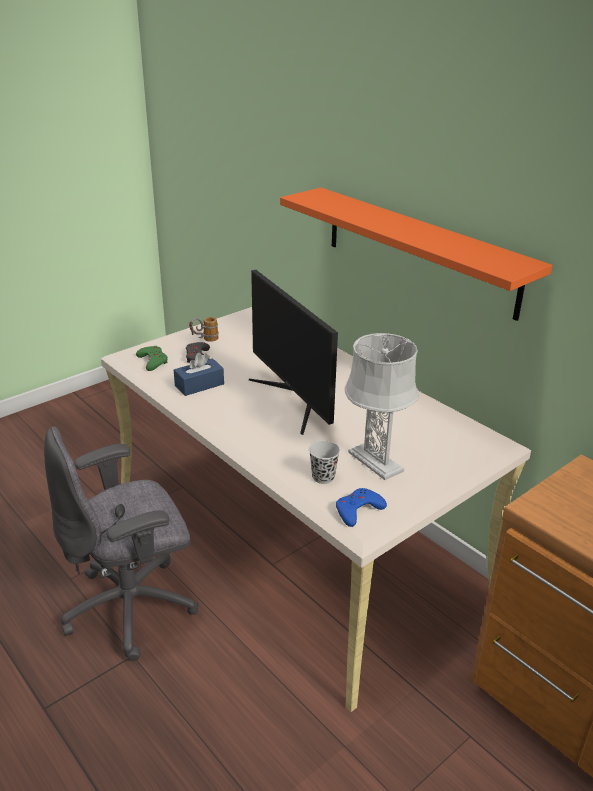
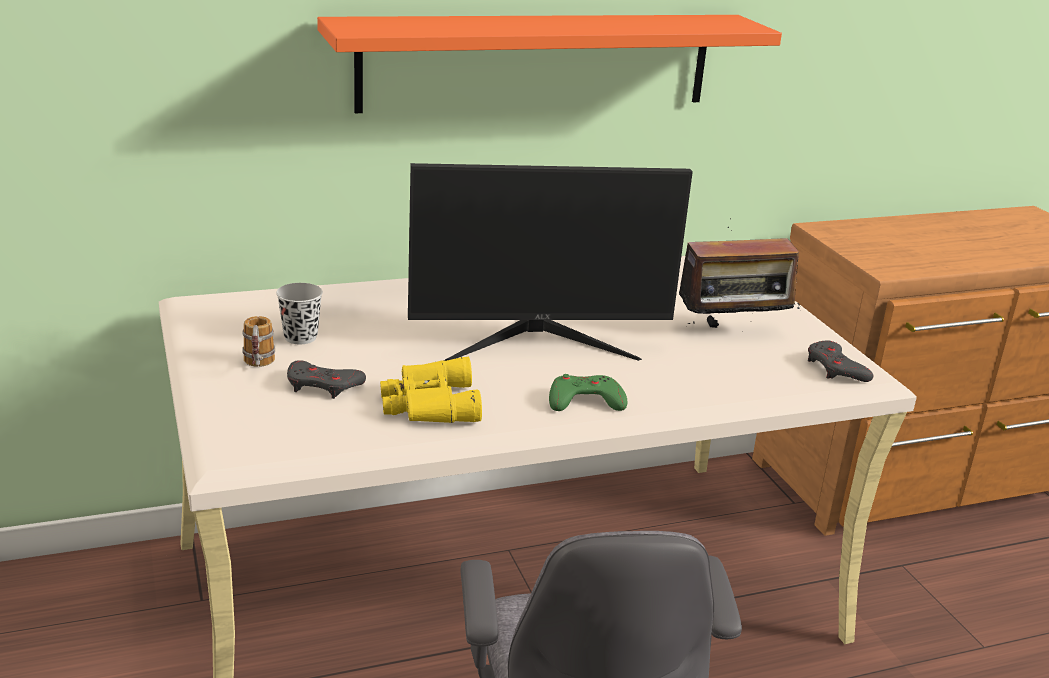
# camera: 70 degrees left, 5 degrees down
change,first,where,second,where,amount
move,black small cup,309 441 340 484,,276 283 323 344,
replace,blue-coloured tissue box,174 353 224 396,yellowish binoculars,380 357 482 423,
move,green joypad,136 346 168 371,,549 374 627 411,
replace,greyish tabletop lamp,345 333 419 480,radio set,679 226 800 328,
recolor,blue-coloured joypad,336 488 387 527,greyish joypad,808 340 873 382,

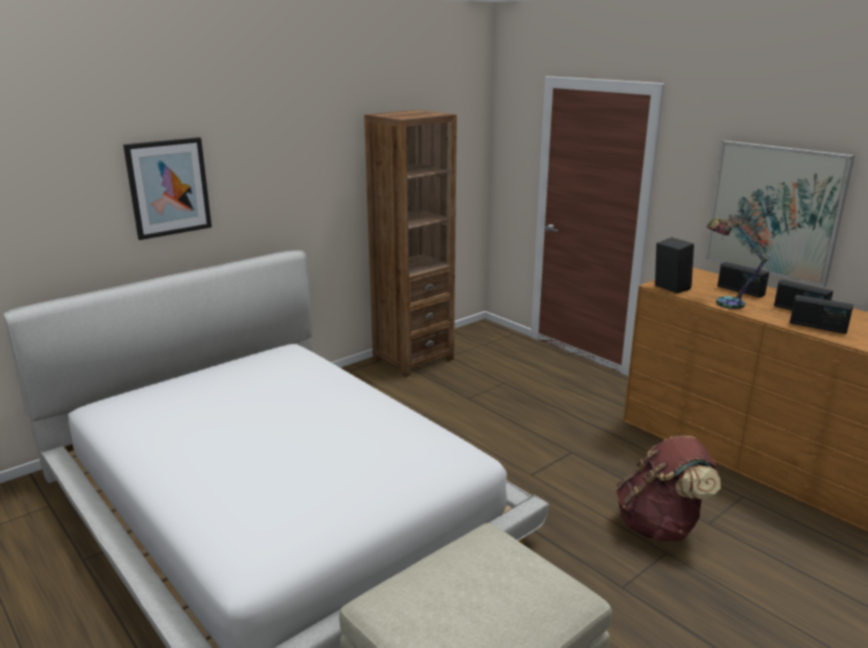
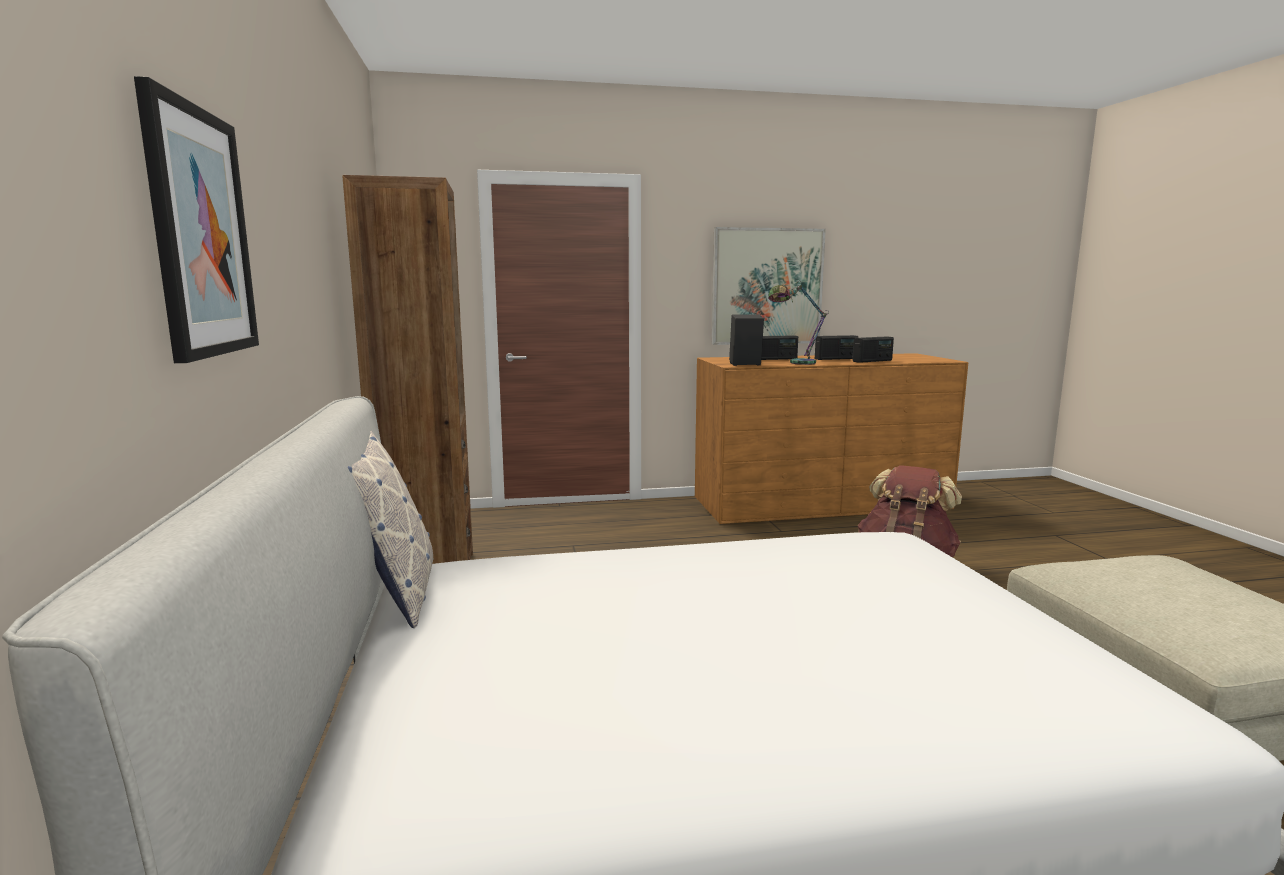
# camera: 60 degrees left, 10 degrees down
change,first,where,second,where,amount
insert,,,cushion,348 431 434 628,

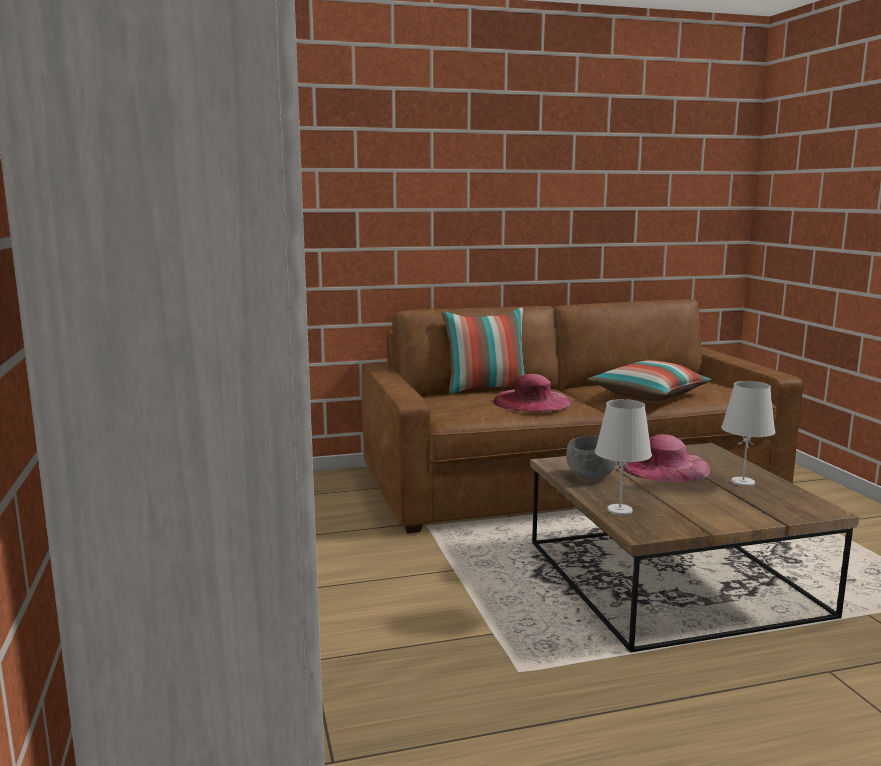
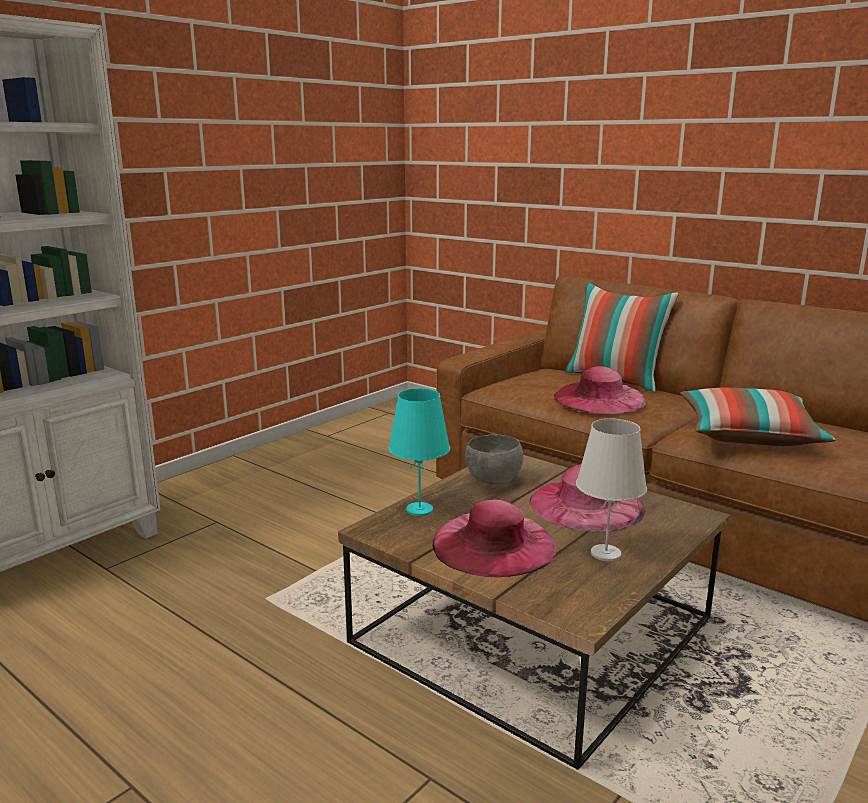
# camera: 55 degrees right, 5 degrees up
change,first,where,second,where,amount
recolor,whitish tabletop lamp,595 399 652 515,turquoise tabletop lamp,388 388 450 516,
insert,,,pinkish clothing hat,432 499 556 577,

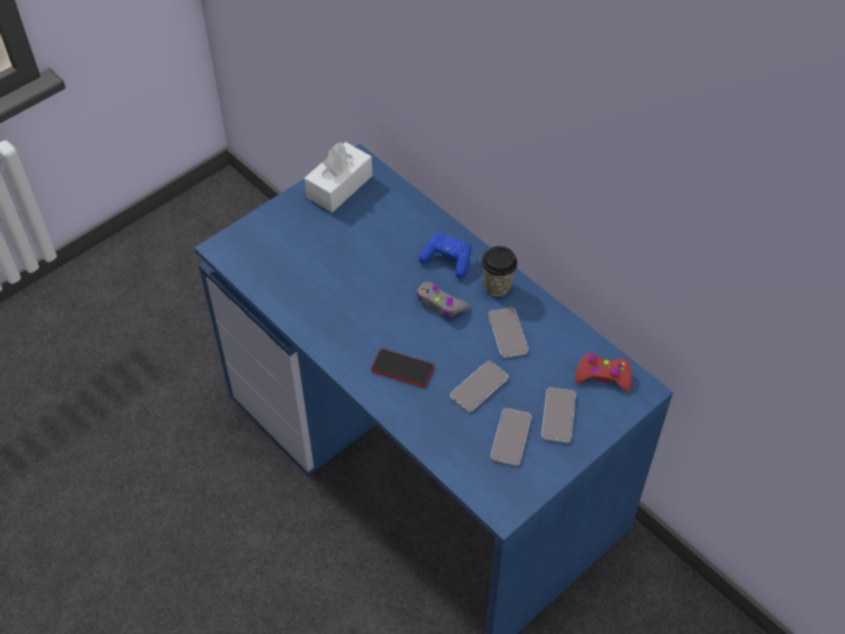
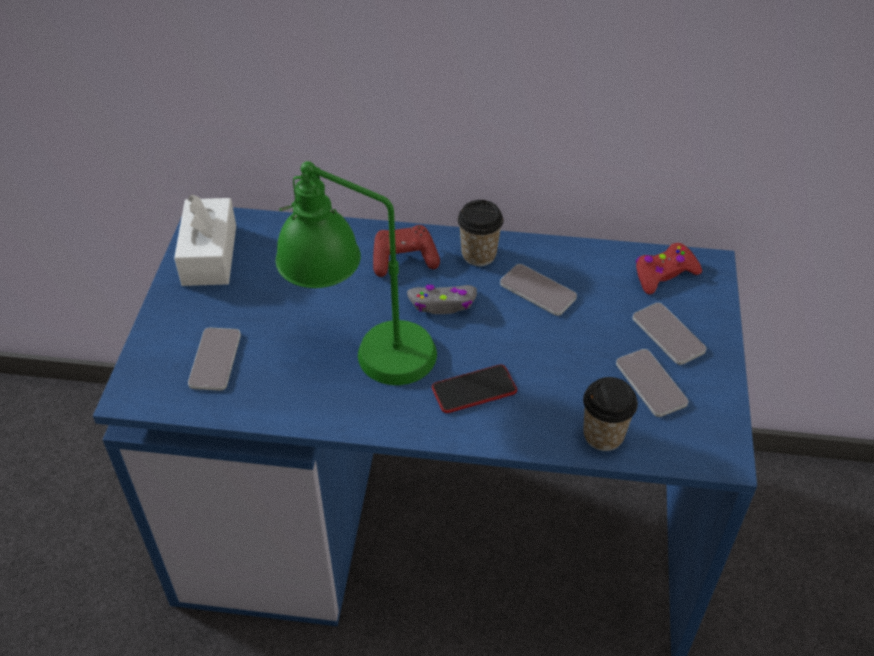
# camera: 40 degrees left, 5 degrees down
change,first,where,second,where,amount
move,telephone,450 361 508 412,,188 328 241 391,
insert,,,green tabletop lamp,276 161 437 385,
recolor,blue-coloured joypad,419 232 472 279,red-coloured joypad,373 225 440 277,
insert,,,small cup,583 377 638 451,

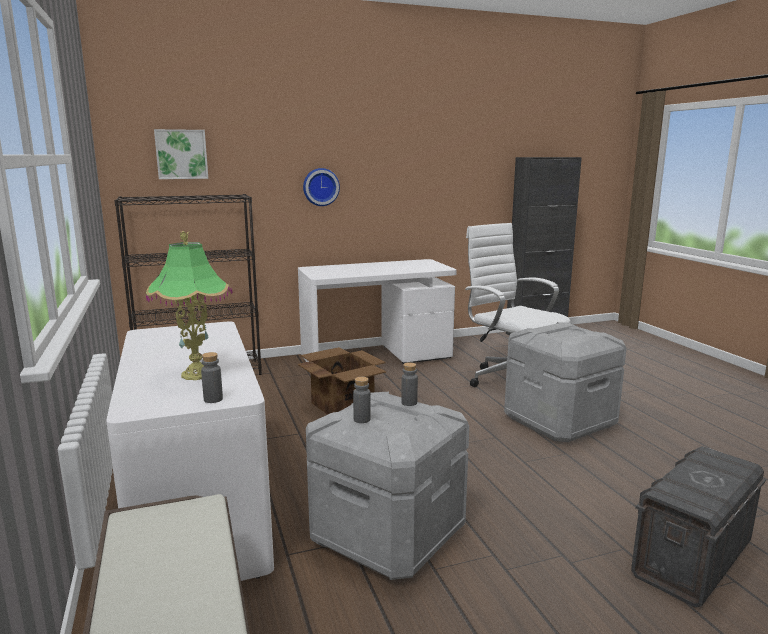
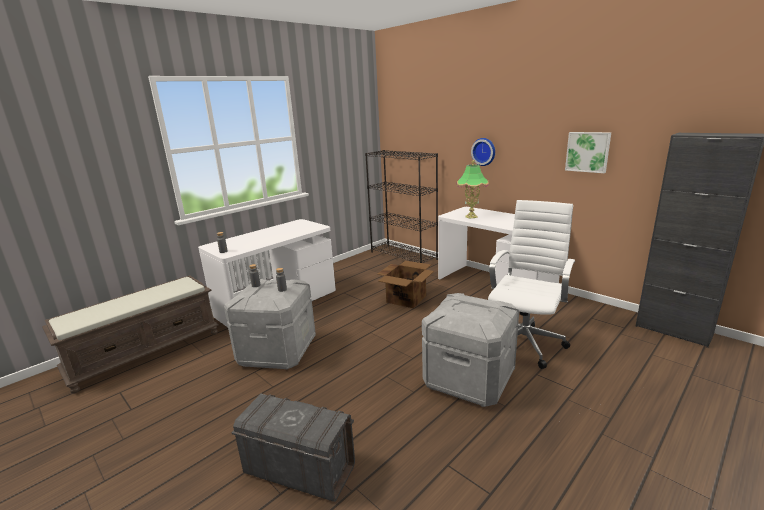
# camera: 65 degrees right, 5 degrees up
change,first,where,second,where,amount
move,tabletop lamp,146 231 233 380,,456 160 489 219,
move,wall picture,154 129 208 179,,565 132 611 173,

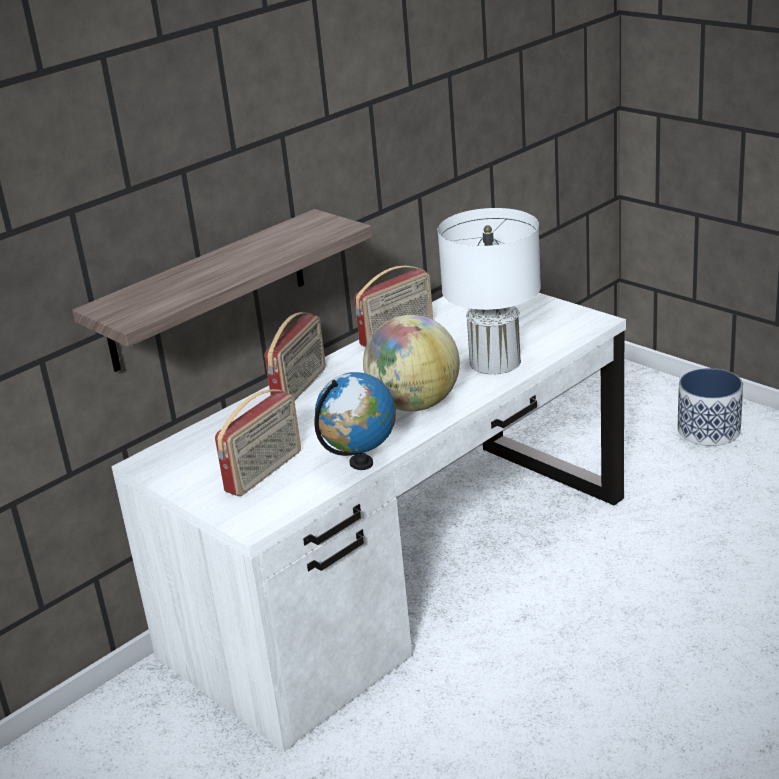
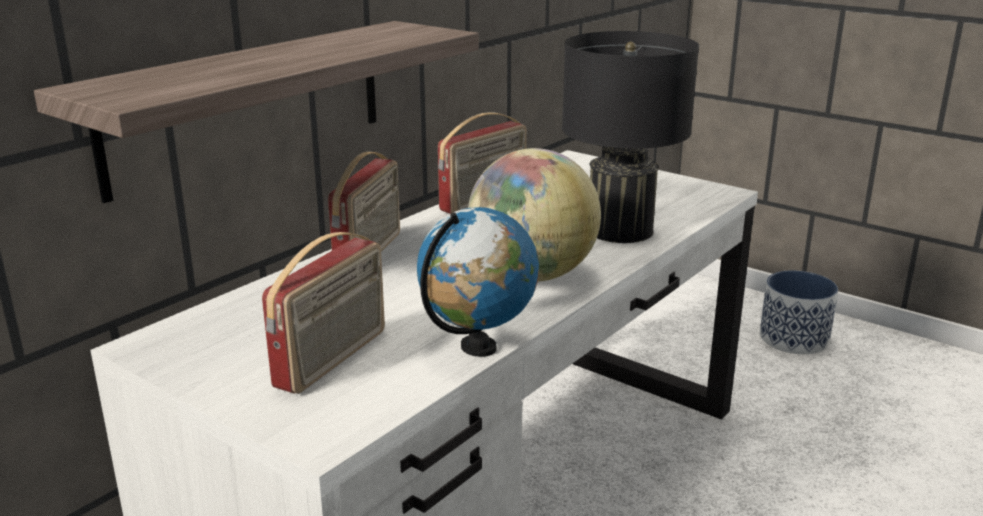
# camera: 10 degrees left, 5 degrees down
change,first,where,second,where,amount
recolor,whitish tabletop lamp,438 208 541 374,black tabletop lamp,562 31 699 243,

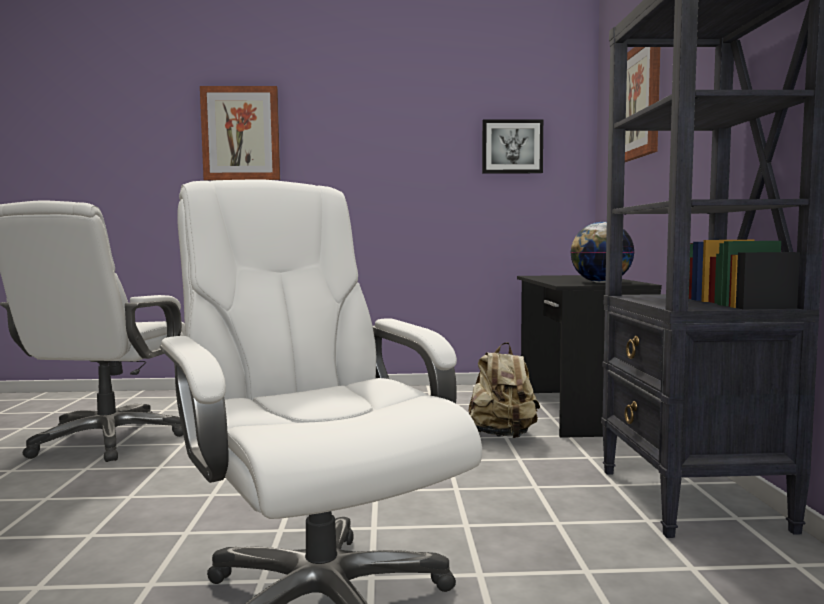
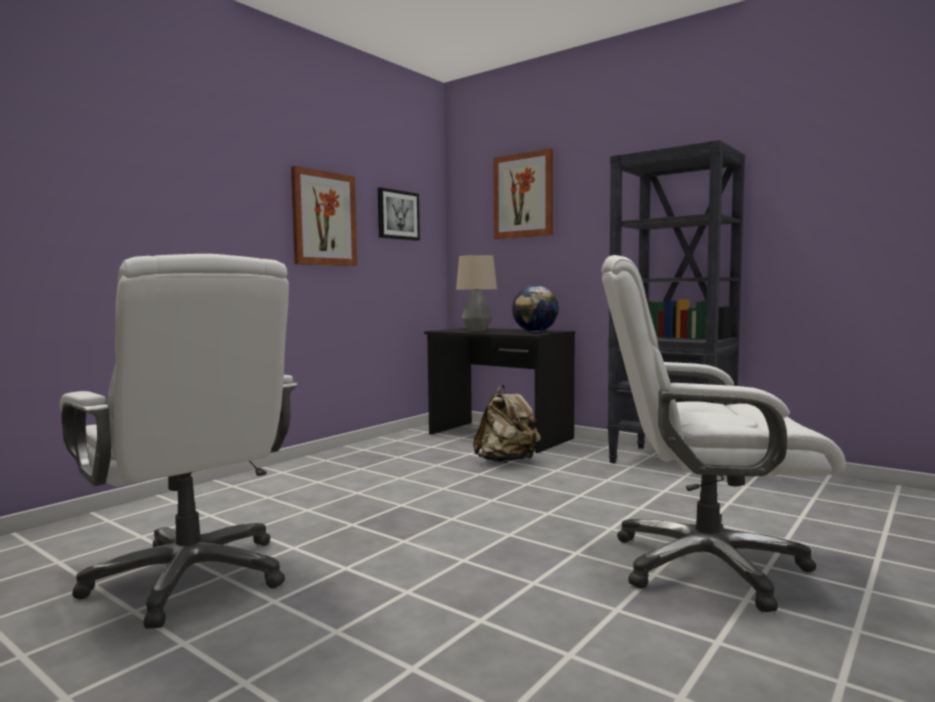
# camera: 50 degrees left, 0 degrees up
change,first,where,second,where,amount
move,wall picture,200 86 280 180,,291 166 357 266,
insert,,,tabletop lamp,456 255 497 332,

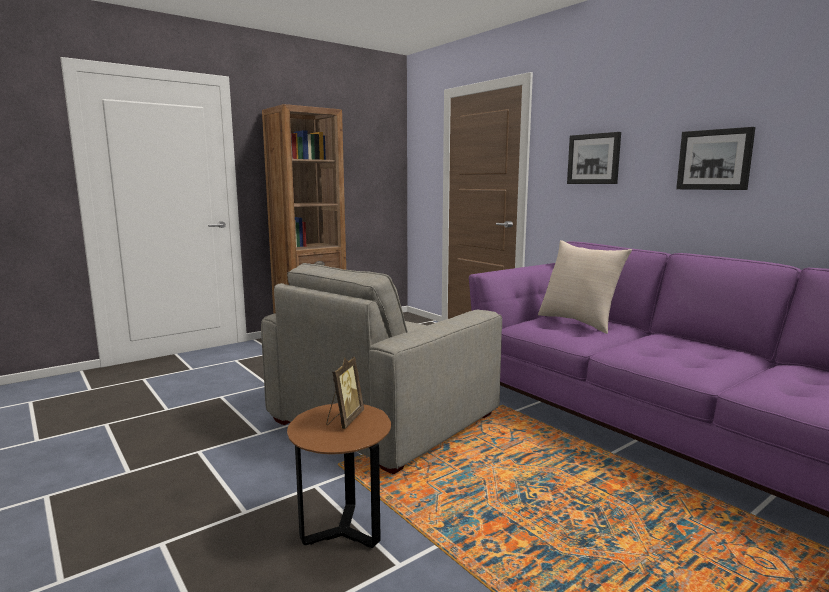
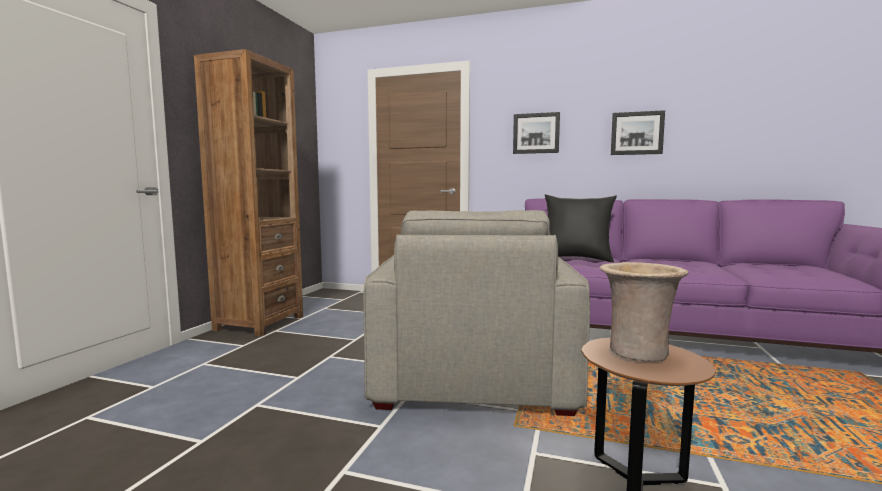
# camera: 35 degrees left, 5 degrees down
change,first,where,second,where,amount
recolor,beige cushion,538 240 632 334,black cushion,545 195 617 263,
replace,photo frame,326 357 364 429,beige vase,599 262 688 362,

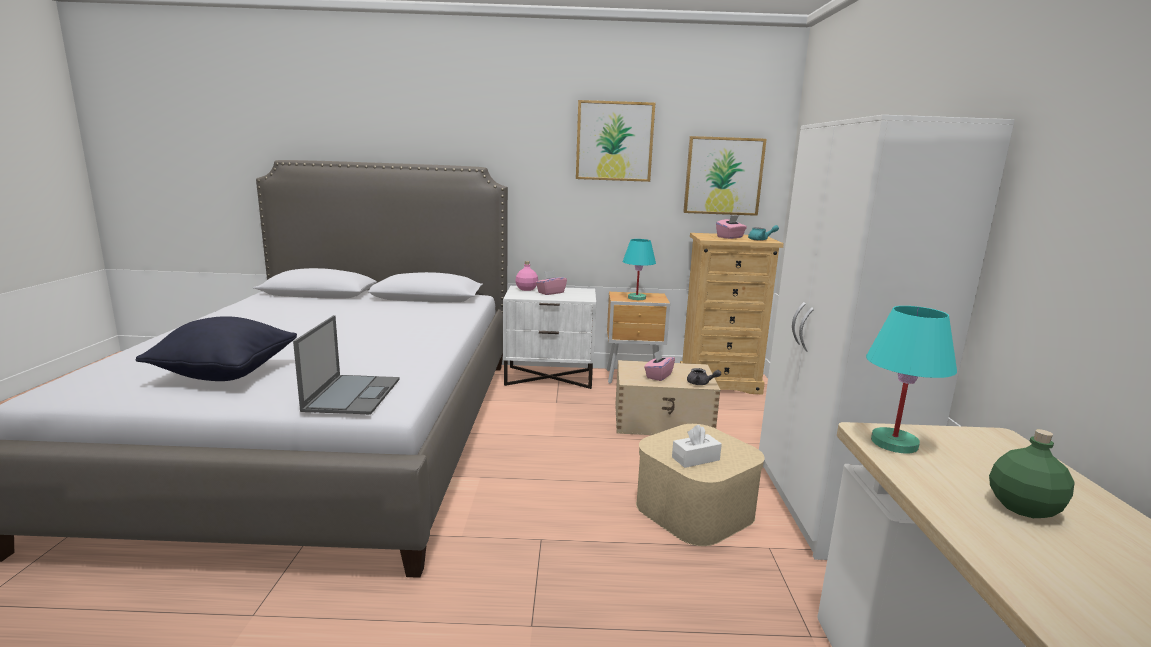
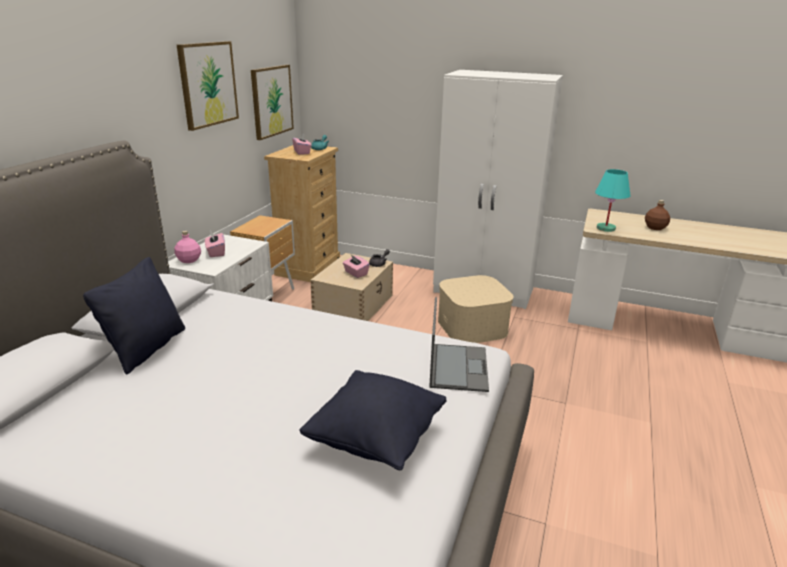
# camera: 70 degrees left, 10 degrees up
change,first,where,second,where,amount
insert,,,black cushion,83 257 185 374,
rotate,portable computer,293 315 400 415,,430 297 489 392,75 degrees clockwise
recolor,green beverage bottle,989 429 1075 518,brownish beverage bottle,645 200 670 230,
delete,turquoise tabletop lamp,623 239 656 300,,,
delete,whitish tissue box,672 425 722 468,,,

